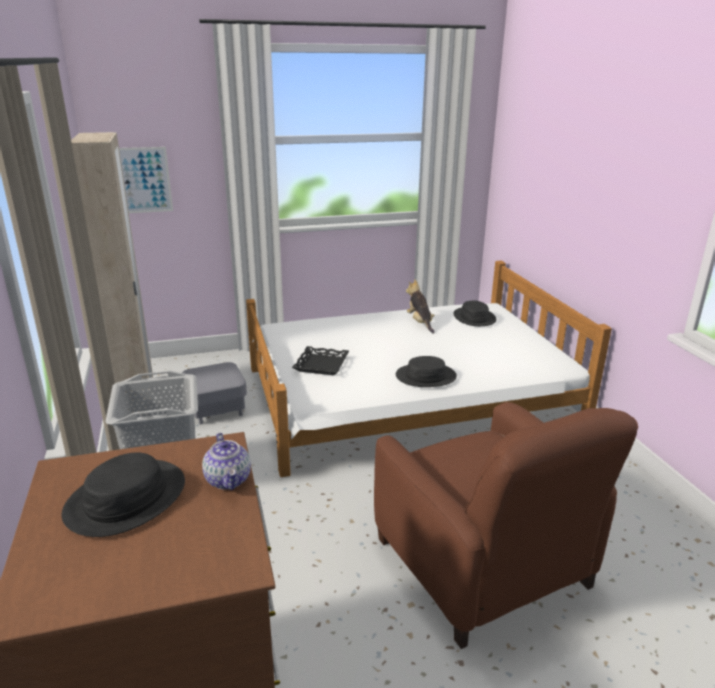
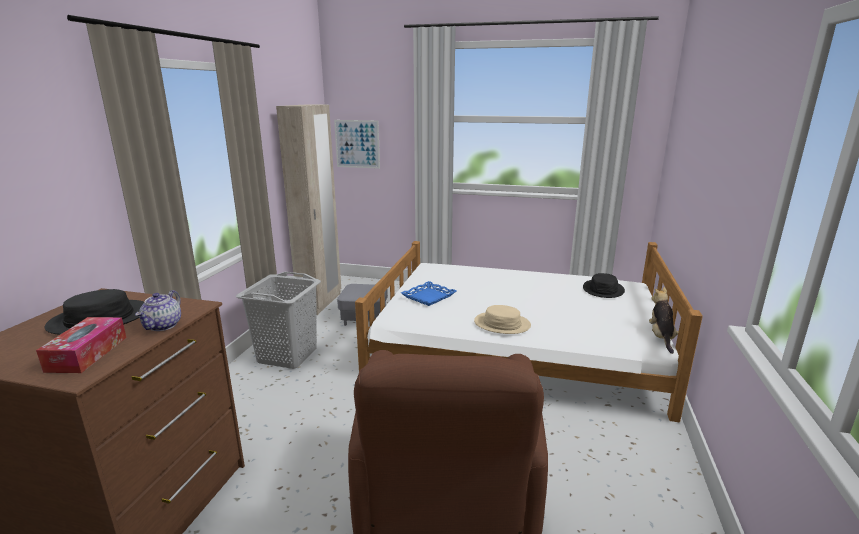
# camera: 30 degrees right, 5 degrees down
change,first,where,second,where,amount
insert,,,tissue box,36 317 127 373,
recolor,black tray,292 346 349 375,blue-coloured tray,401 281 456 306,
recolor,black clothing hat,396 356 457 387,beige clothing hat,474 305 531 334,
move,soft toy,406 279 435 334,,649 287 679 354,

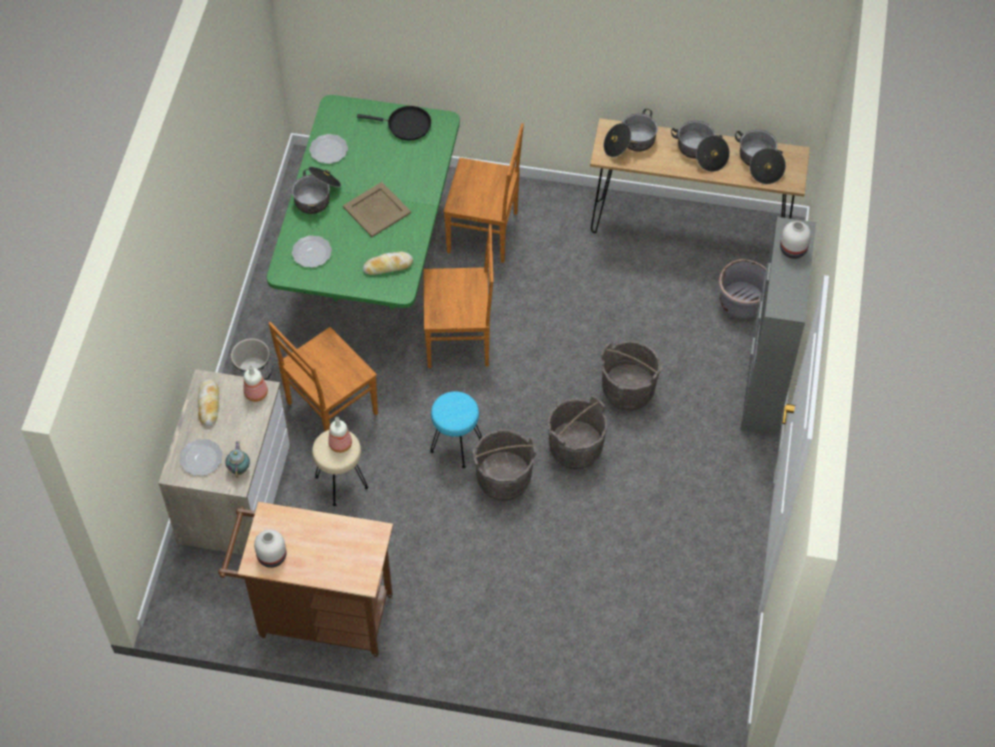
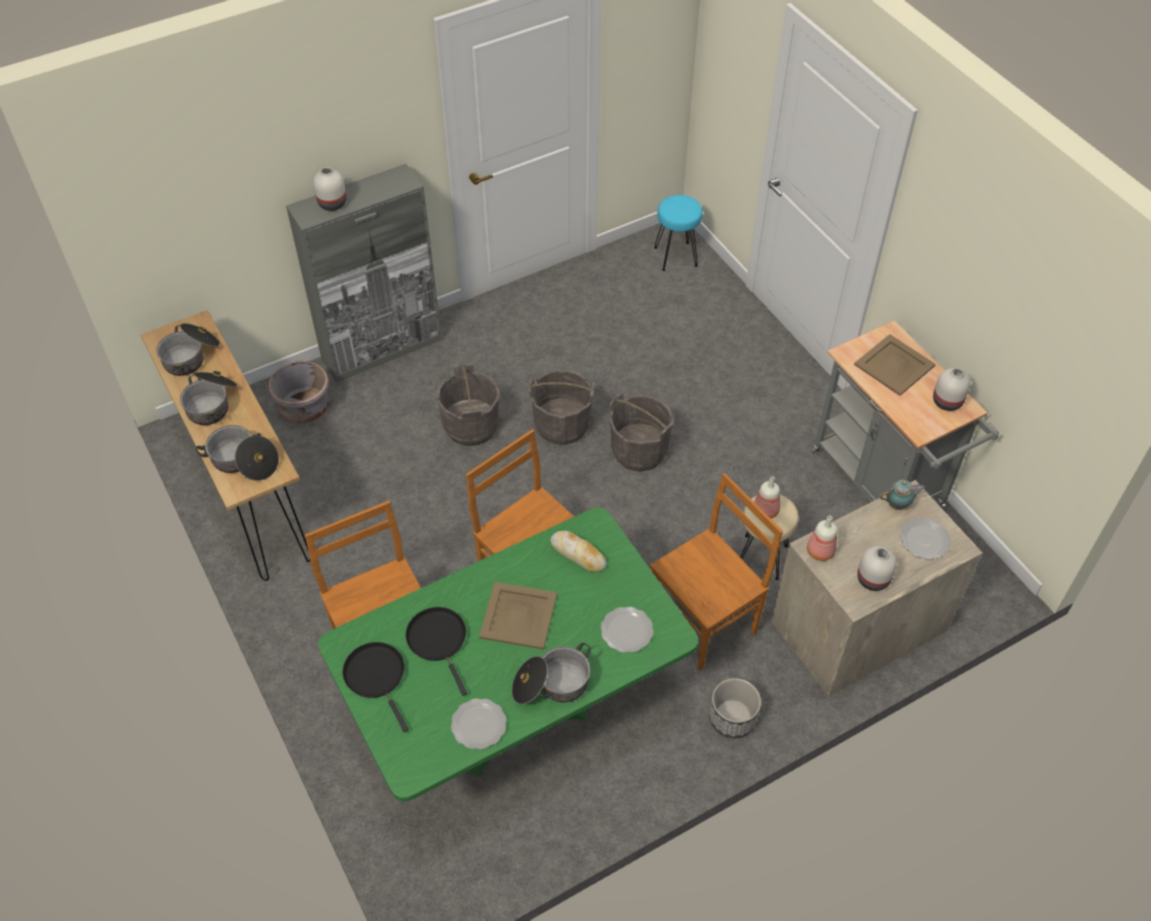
# camera: 130 degrees left, 5 degrees down
change,first,where,second,where,amount
insert,,,black pan,406 607 467 696,
rotate,brownish upright chair,268 322 378 432,,650 473 783 671,45 degrees counterclockwise
move,turquoise sitting stool,430 391 482 468,,654 195 703 271,
recolor,brownish wheeled cart,218 502 393 657,greyish wheeled cart,811 320 999 507,
insert,,,beige tray,854 334 936 396,
replace,baked bread,198 379 219 426,whitish vase,857 546 897 591,
rotate,teapot,225 441 250 478,,880 480 925 510,150 degrees counterclockwise

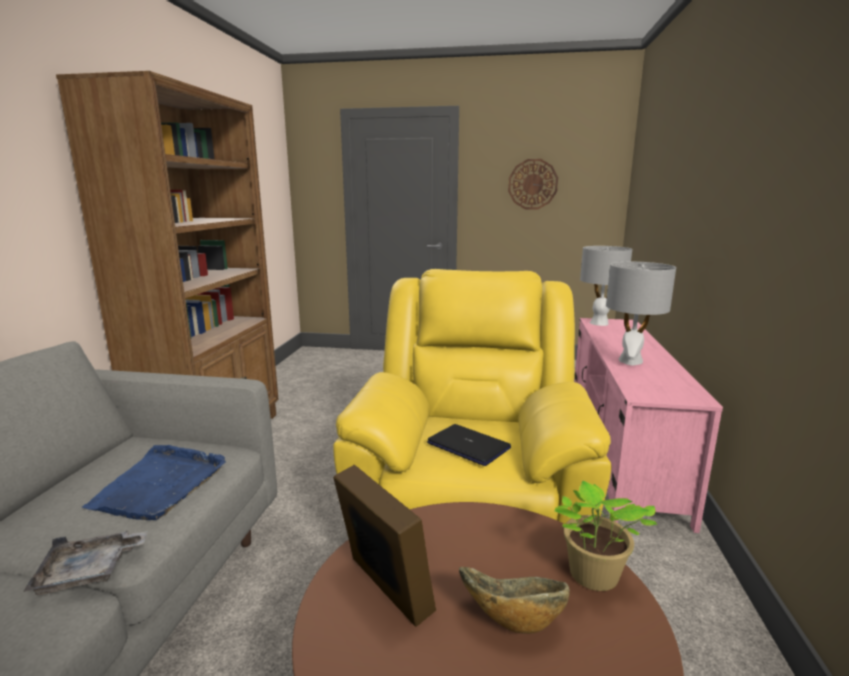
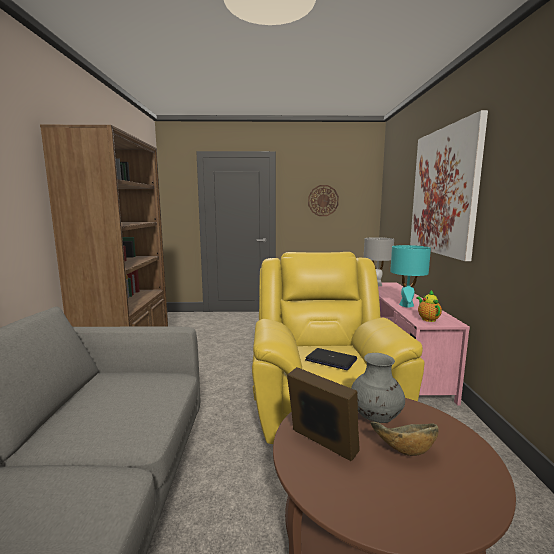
# camera: 10 degrees left, 5 degrees down
change,first,where,second,where,amount
insert,,,greyish vase,351 353 405 423,
recolor,greyish tabletop lamp,606 261 676 365,turquoise tabletop lamp,390 245 431 308,
insert,,,wall picture,410 110 488 261,
insert,,,teapot,416 290 442 322,
delete,greyish tray,23 531 148 595,,,
delete,blue-coloured tray,82 445 226 520,,,
delete,plant in a pot,554 481 657 591,,,

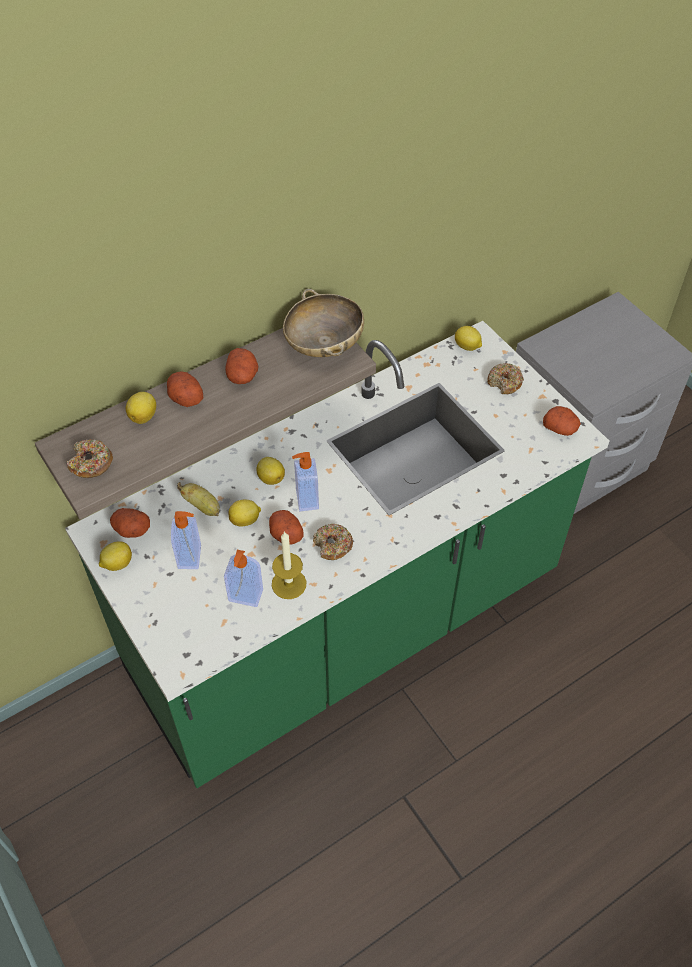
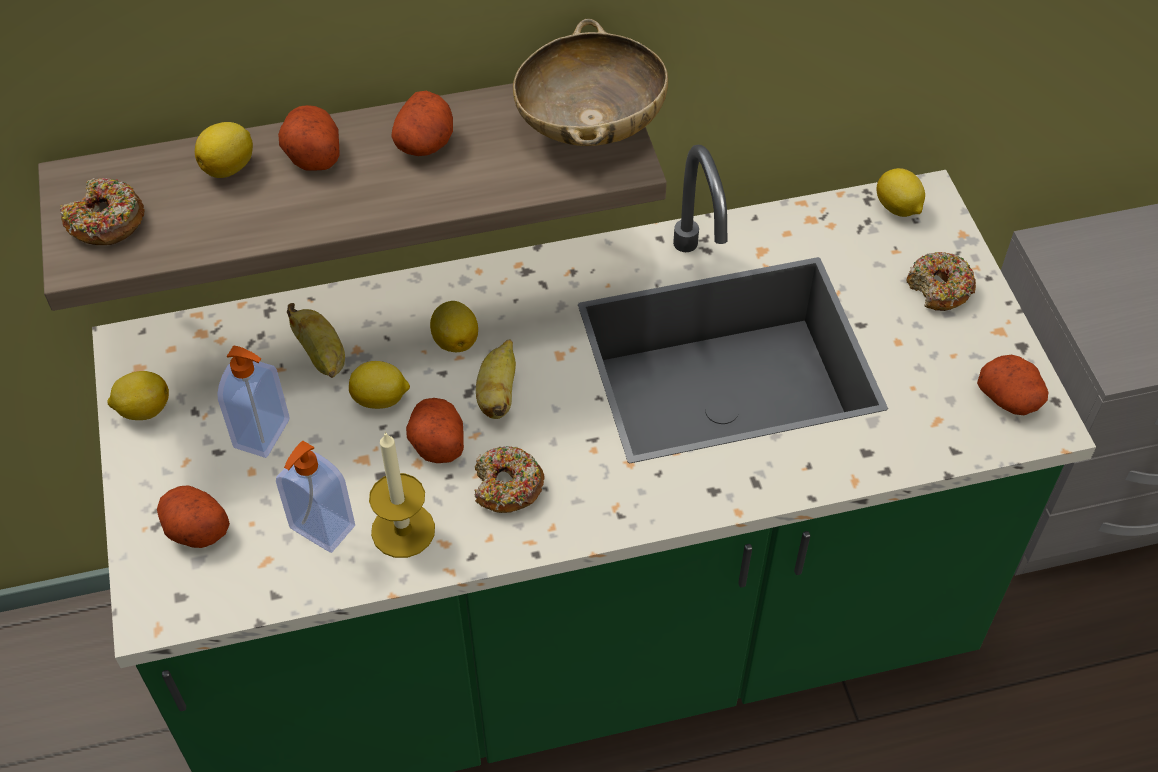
# camera: 20 degrees right, 0 degrees up
change,first,where,second,where,amount
move,whole potato,110 508 150 538,,157 485 230 548,
replace,liquid soap bottle,292 452 319 511,banana,476 340 516 419,

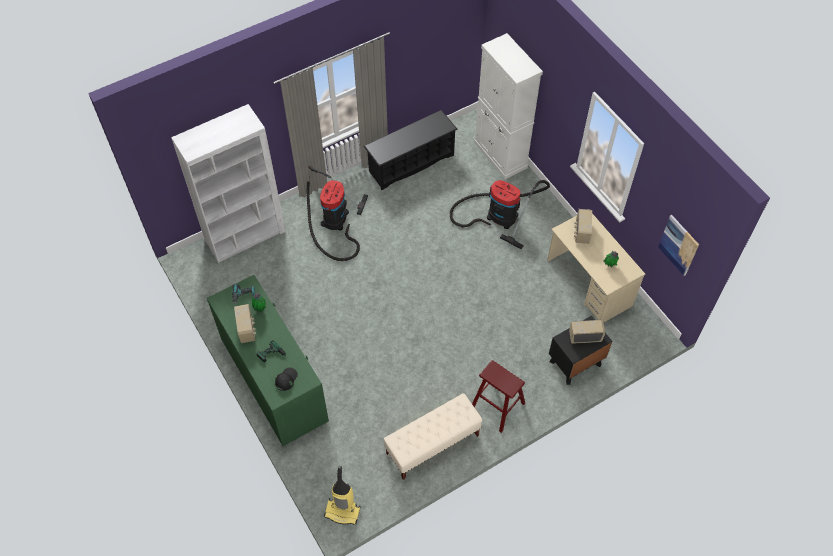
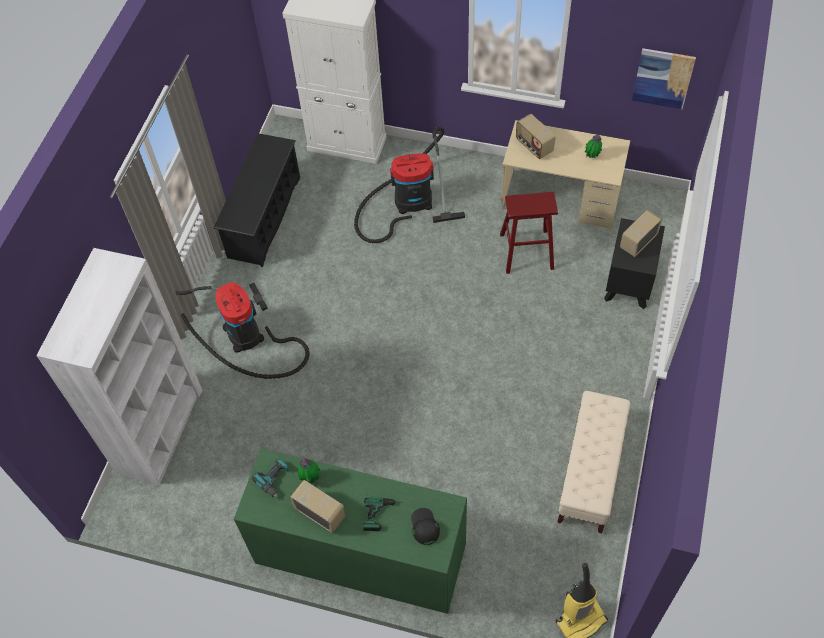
# camera: 40 degrees left, 0 degrees up
change,first,where,second,where,amount
move,red-coloured sitting stool,472 360 525 433,,500 192 558 274,

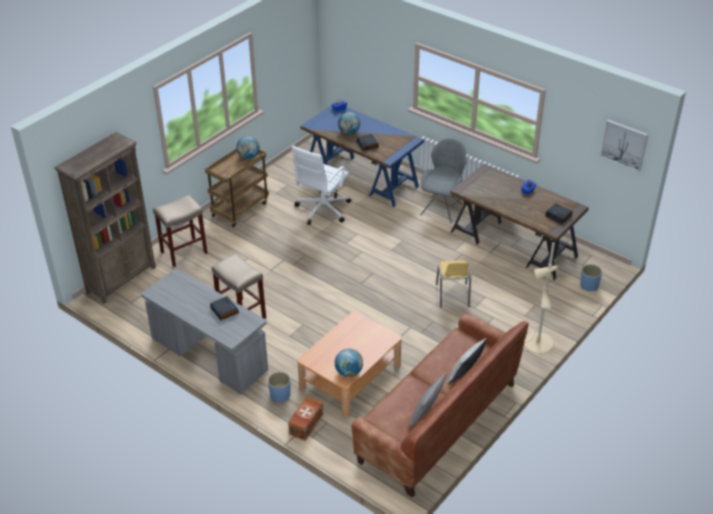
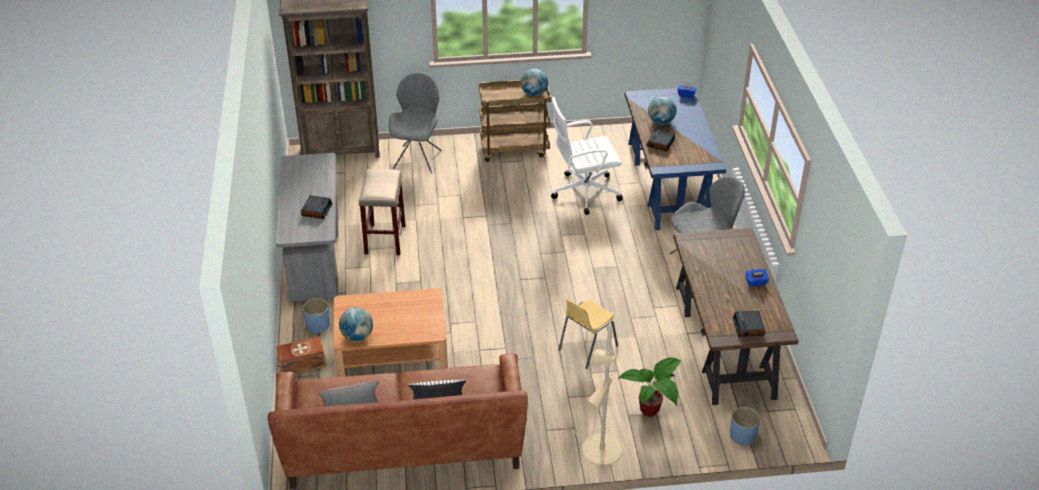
# camera: 45 degrees right, 0 degrees up
change,first,where,second,where,amount
replace,beige sitting stool,153 195 207 267,greyish upright chair,389 72 441 174,
insert,,,plant in a pot,618 357 681 417,
delete,wall picture,600 120 648 172,,,

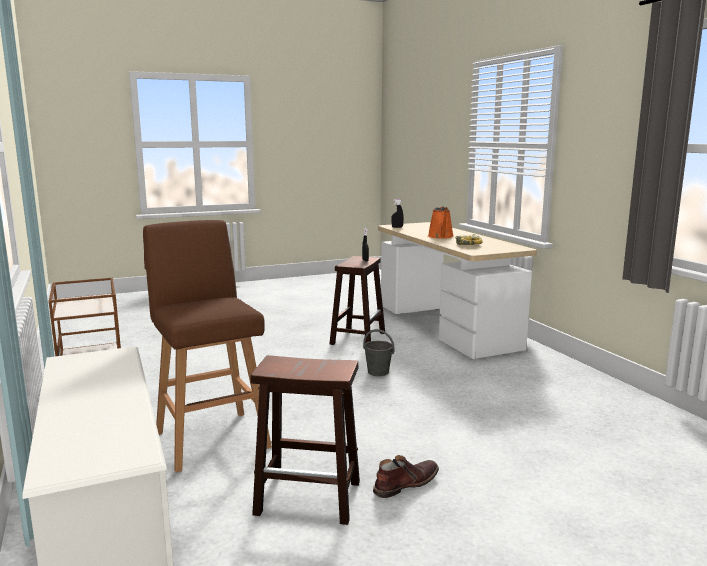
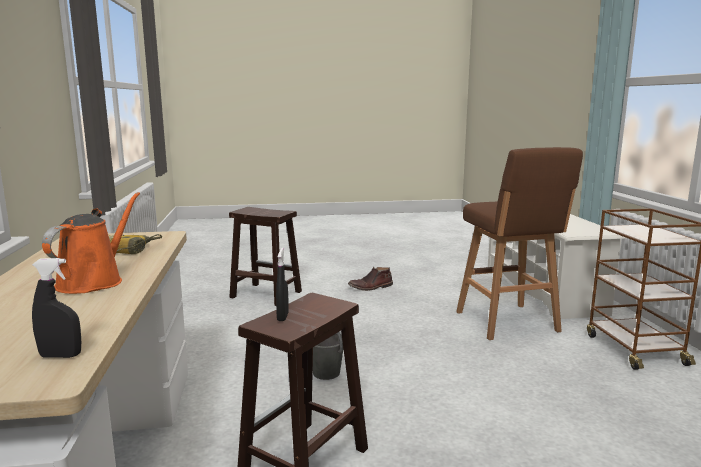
# camera: 165 degrees left, 0 degrees up
change,first,where,second,where,amount
move,brownish sitting stool,250 355 360 525,,229 207 302 306,

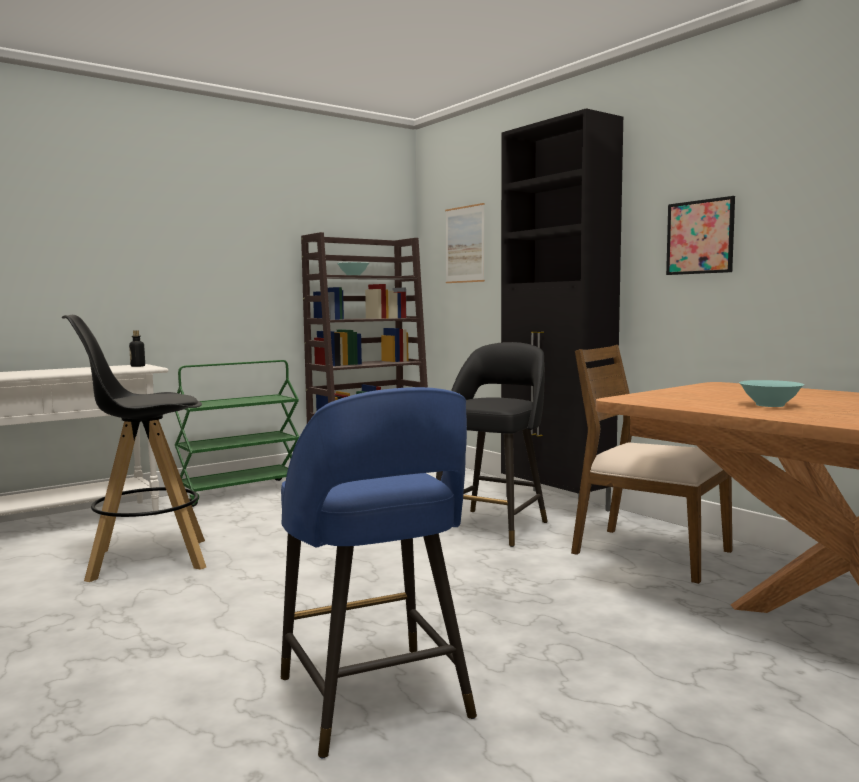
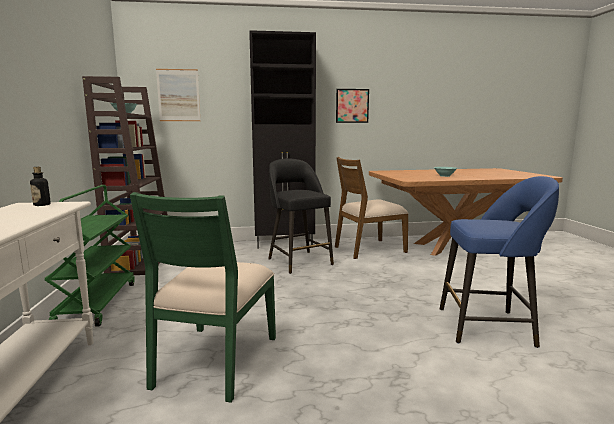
# camera: 60 degrees left, 5 degrees up
change,first,where,second,where,amount
replace,black sitting stool,62 315 206 582,green upright chair,130 192 276 403,

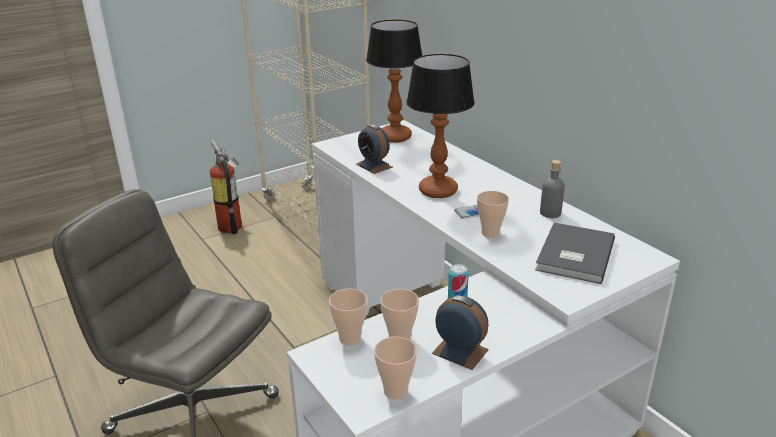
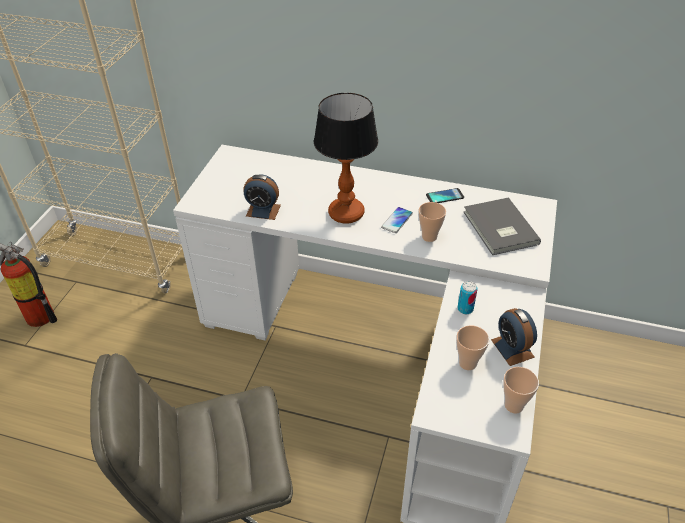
# camera: 40 degrees left, 15 degrees up
change,first,where,second,where,amount
replace,greyish beverage bottle,540 160 565 218,telephone,426 188 464 203,
rotate,alarm clock,432 295 489 370,,491 308 537 366,105 degrees counterclockwise
delete,small cup,329 289 367 346,,,
delete,tabletop lamp,366 20 422 143,,,

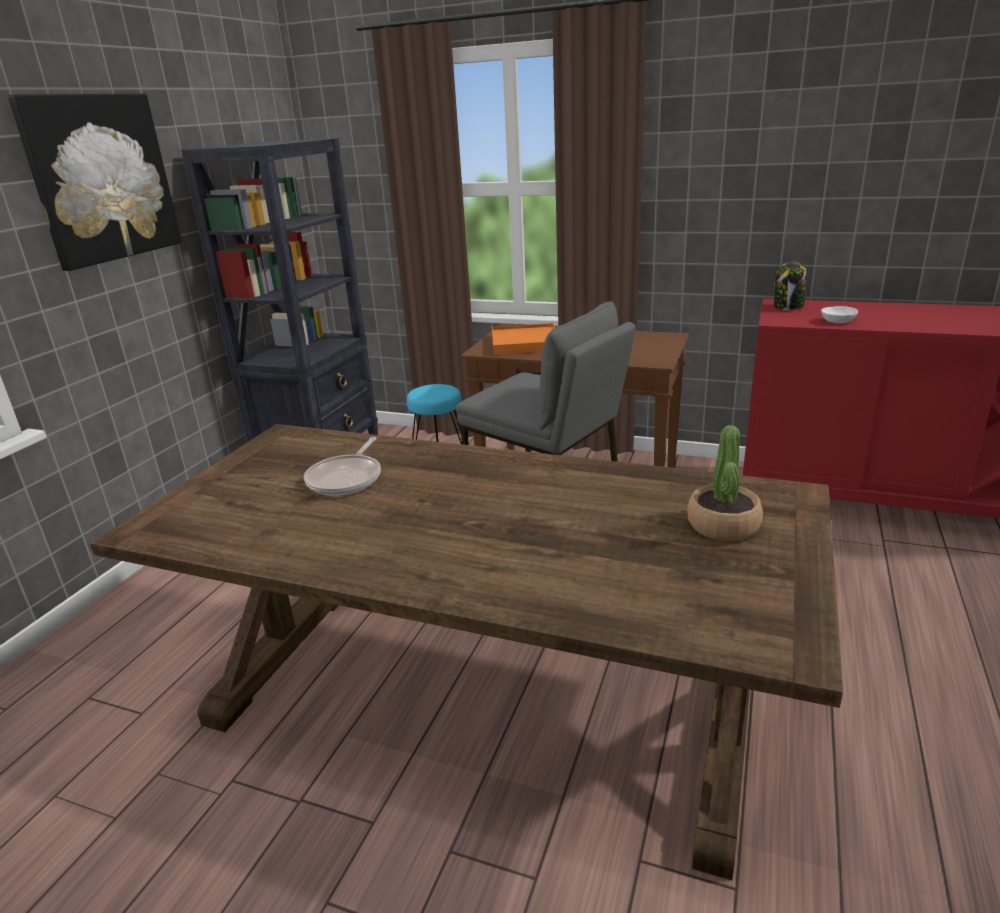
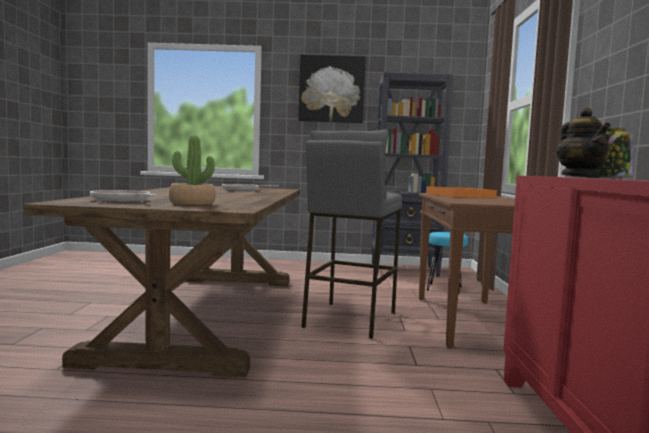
# camera: 70 degrees right, 20 degrees down
change,first,where,second,where,amount
insert,,,pan,90 190 158 202,
replace,whitish bowl,821 306 858 323,teapot,556 107 611 178,

